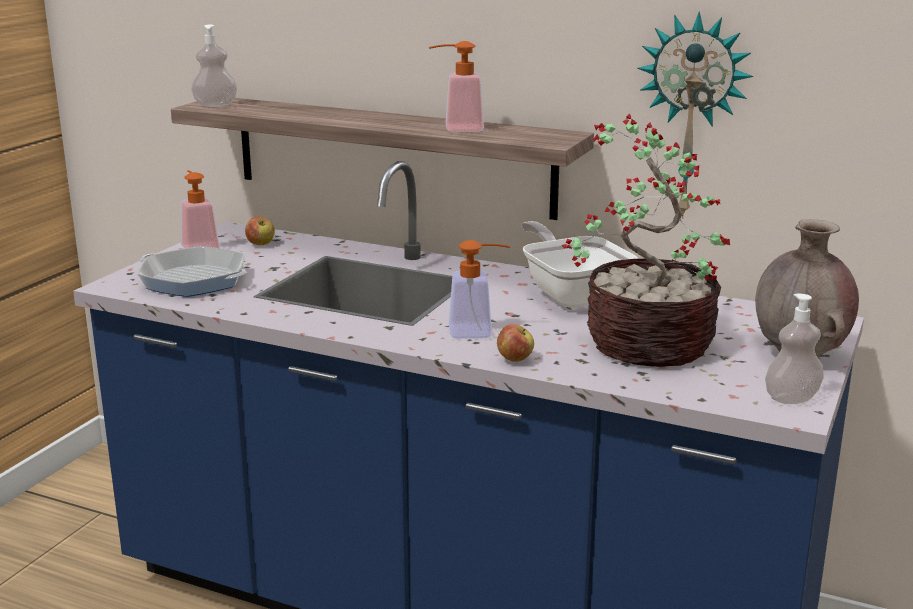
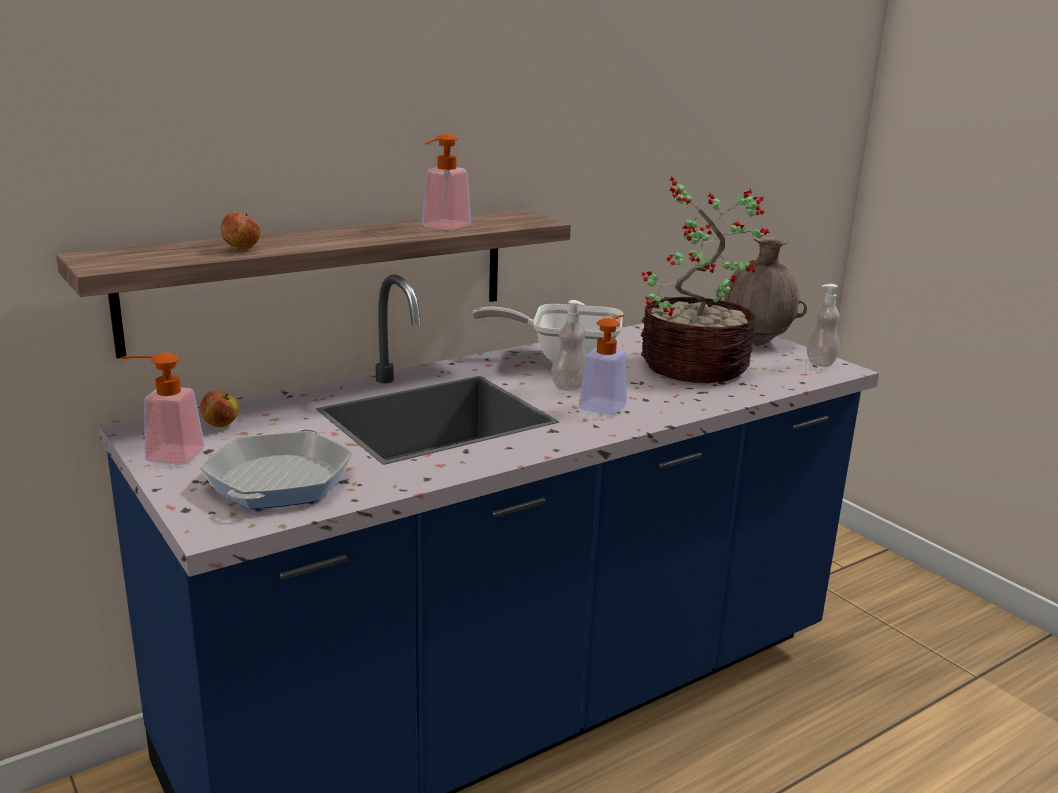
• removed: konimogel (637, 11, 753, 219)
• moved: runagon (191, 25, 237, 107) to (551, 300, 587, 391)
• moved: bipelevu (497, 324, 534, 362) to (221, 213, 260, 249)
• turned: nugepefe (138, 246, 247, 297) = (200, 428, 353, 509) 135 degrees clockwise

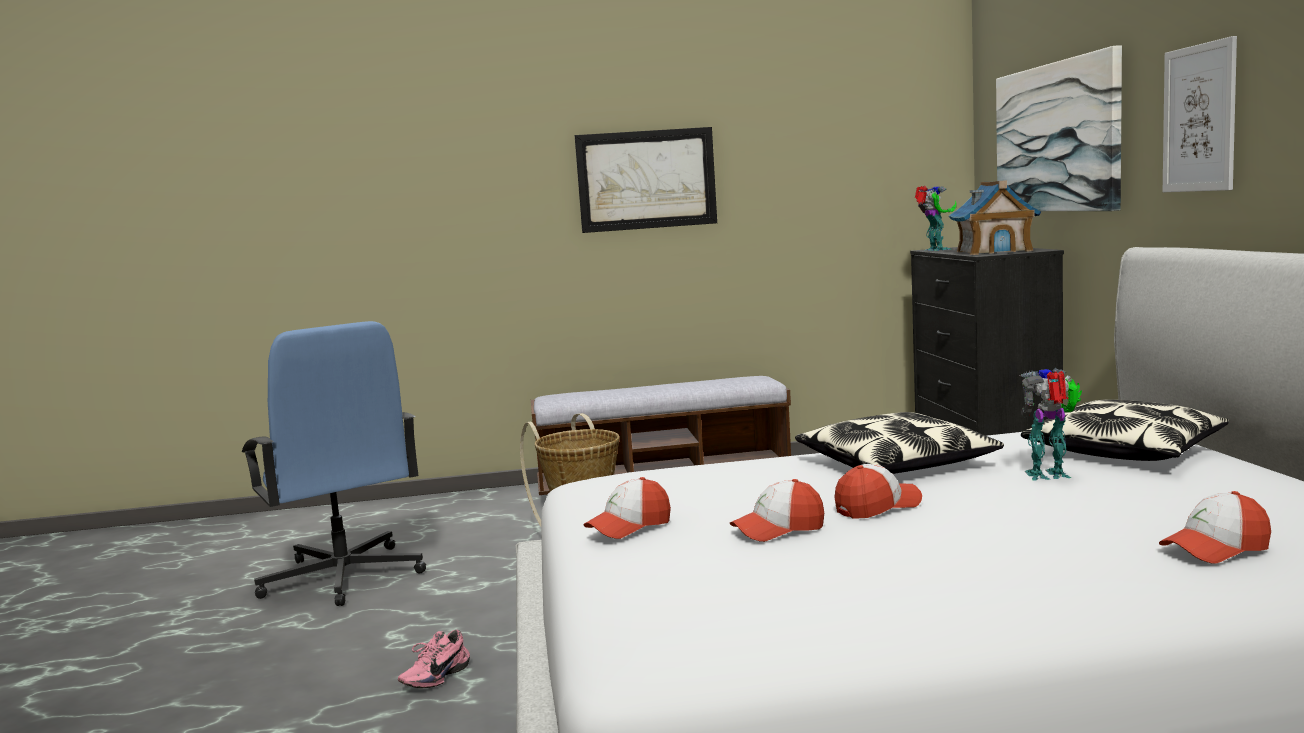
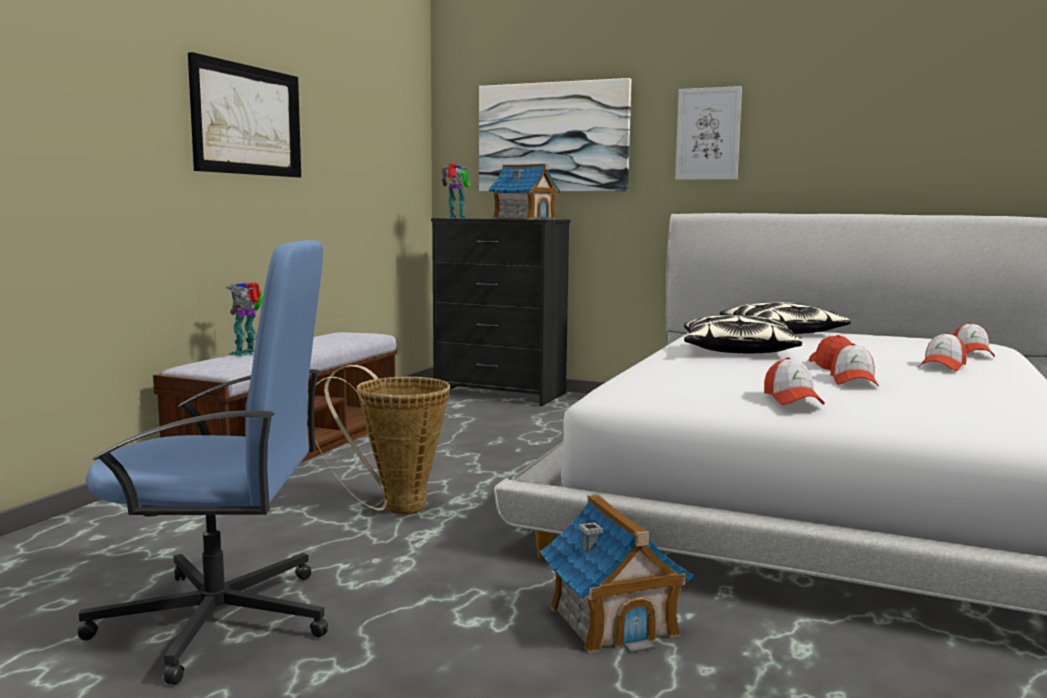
• added: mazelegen (919, 333, 967, 371)
• moved: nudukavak (1020, 368, 1082, 481) to (226, 282, 263, 357)
• replaced: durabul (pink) (398, 630, 470, 688) to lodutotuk (540, 494, 695, 654)

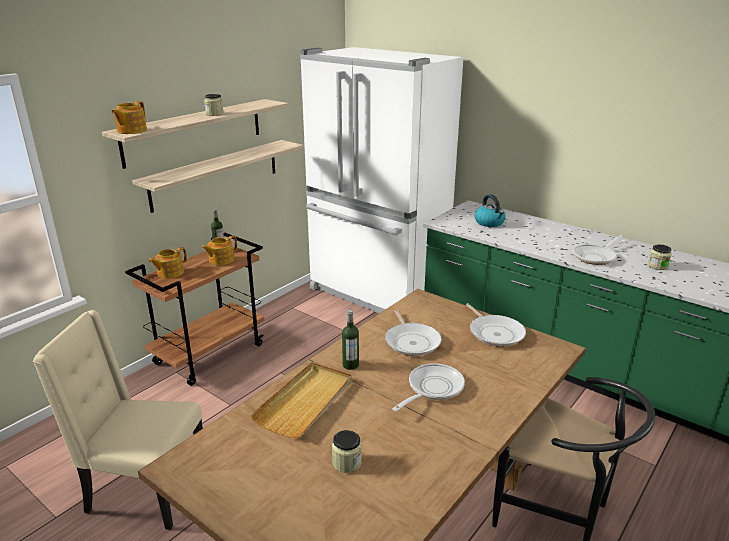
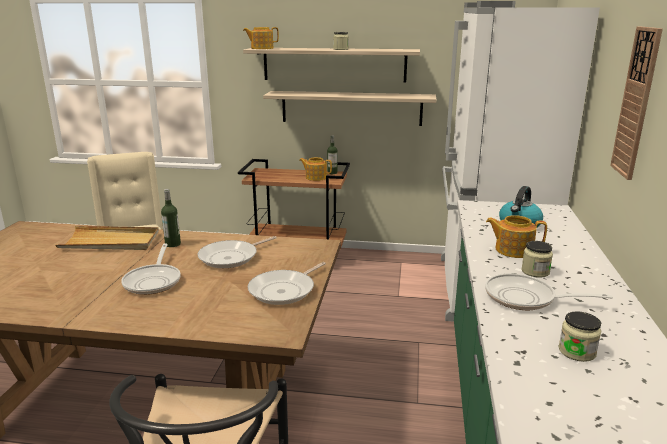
• added: konimogel (610, 27, 663, 180)
• moved: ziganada (148, 247, 187, 279) to (486, 215, 547, 258)
• moved: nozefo (332, 430, 362, 473) to (521, 241, 553, 278)
• turned: nugepefe (392, 363, 465, 411) = (121, 243, 181, 295) 75 degrees clockwise

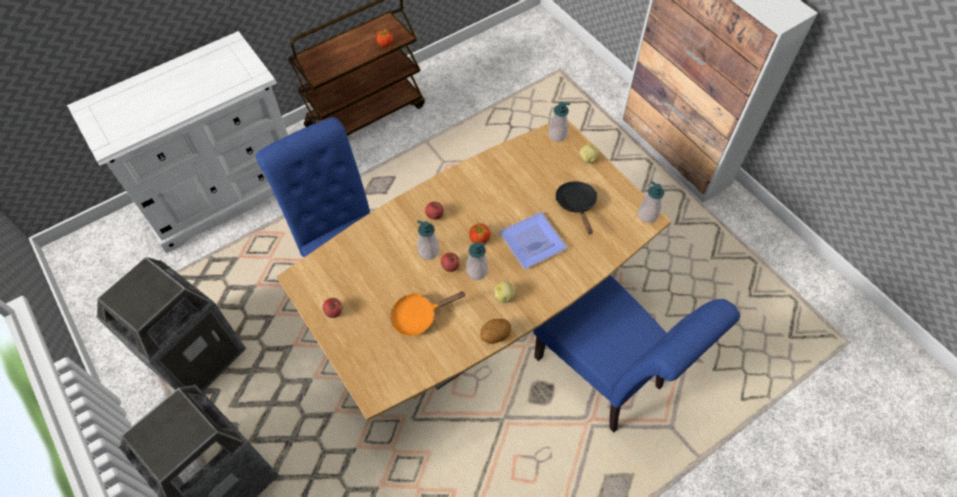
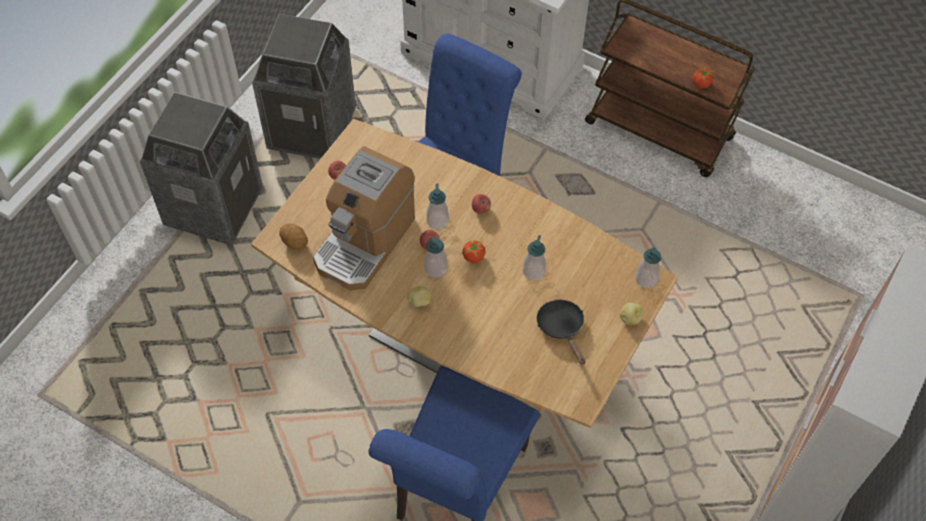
• removed: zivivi (499, 212, 568, 269)
• moved: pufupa (480, 319, 511, 344) to (279, 223, 308, 250)
• moved: runagon (638, 181, 664, 223) to (523, 235, 546, 281)
• replaced: nugepefe (orange) (390, 291, 466, 336) to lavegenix (313, 146, 415, 290)
• turned: nugepefe (black) (556, 181, 597, 234) = (537, 300, 585, 364) 75 degrees counterclockwise

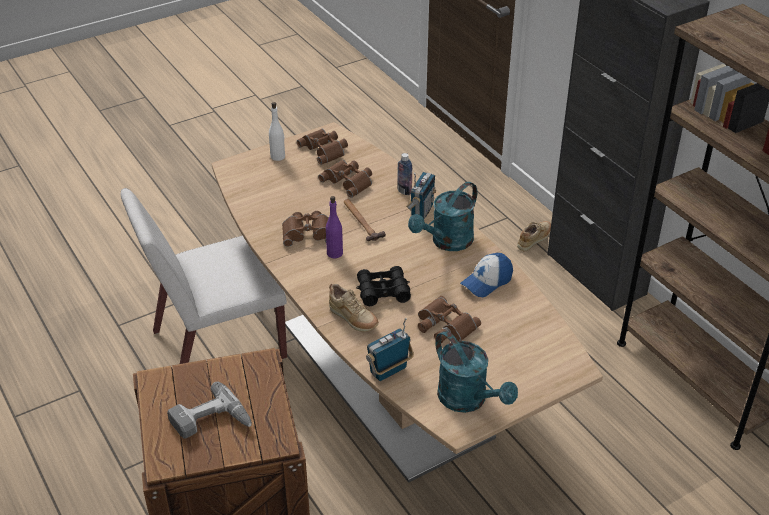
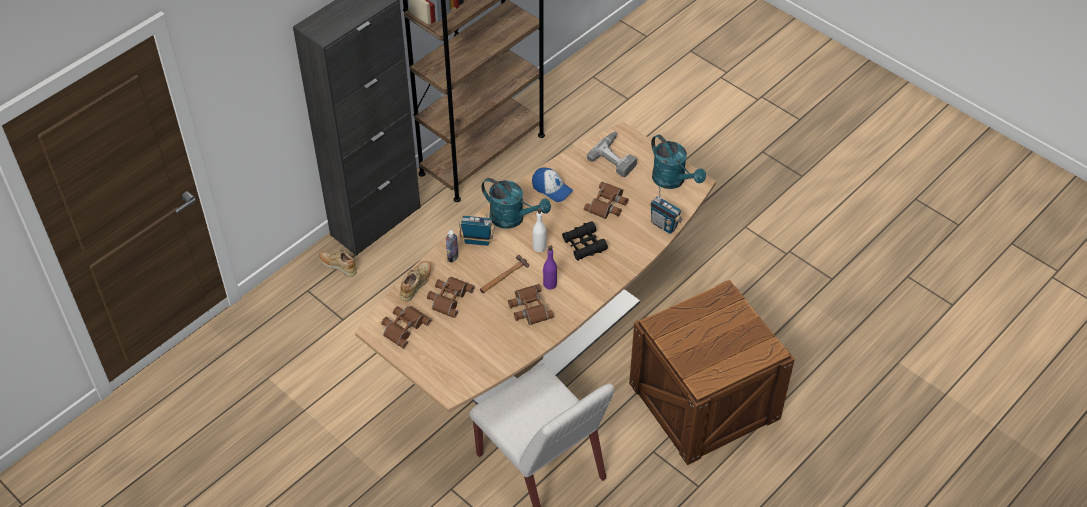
• moved: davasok (167, 381, 252, 439) to (587, 132, 637, 177)
• moved: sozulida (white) (269, 102, 285, 161) to (532, 208, 546, 252)
• moved: durabul (beige) (329, 283, 379, 332) to (400, 261, 431, 302)
• turned: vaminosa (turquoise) (435, 331, 518, 413) = (651, 135, 706, 189) 105 degrees clockwise

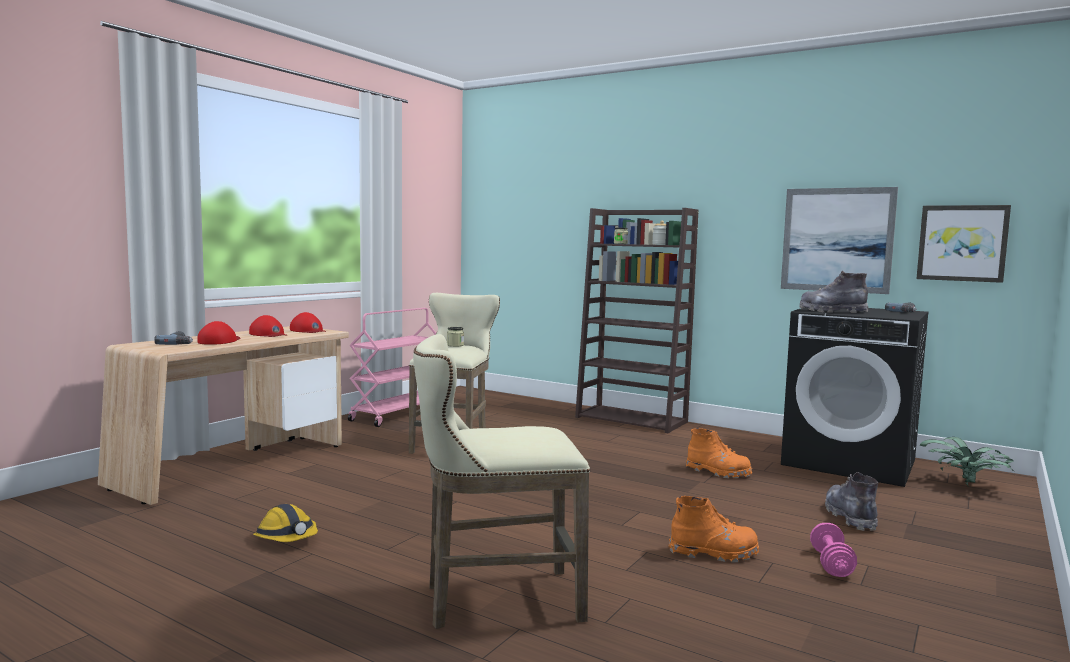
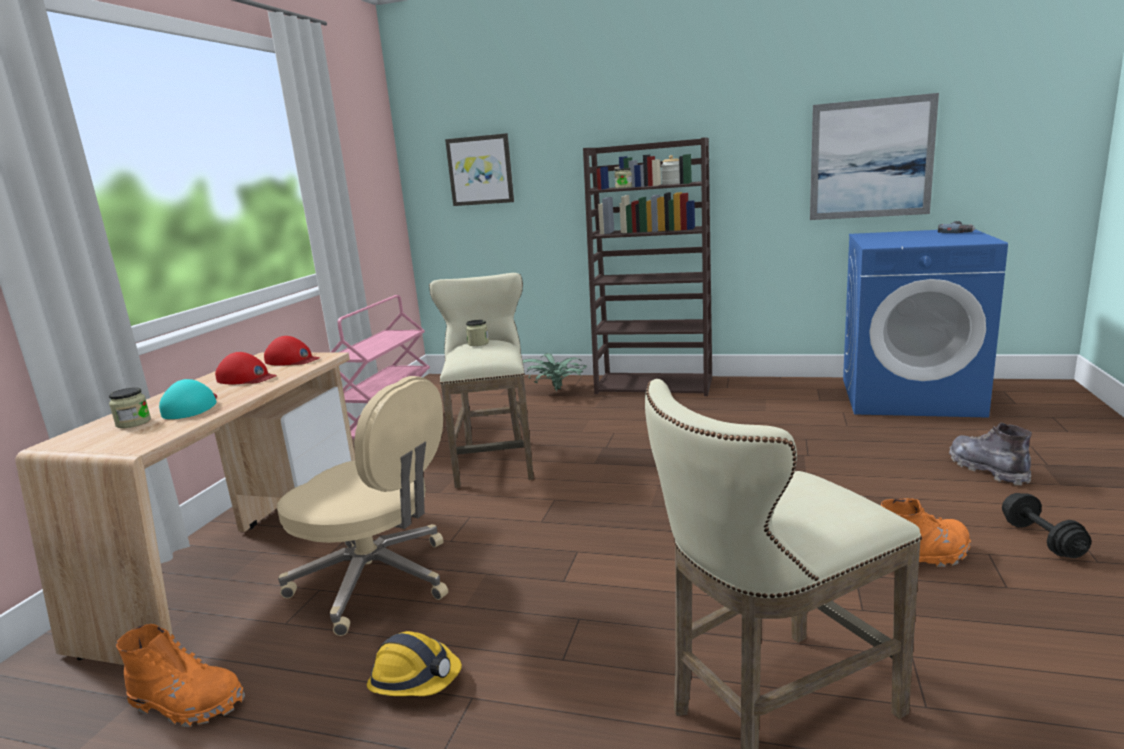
• removed: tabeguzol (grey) (799, 271, 869, 313)
• added: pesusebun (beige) (277, 376, 448, 636)
• moved: tabeguzol (orange) (686, 428, 752, 478) to (116, 624, 245, 727)
• moved: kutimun (916, 205, 1011, 283) to (445, 133, 514, 206)
• moved: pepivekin (919, 437, 1014, 487) to (523, 353, 587, 391)
• replaced: davasok (154, 331, 193, 345) to nozefo (109, 387, 151, 428)
• recoloured: mazelegen (red) (198, 321, 240, 345) to mazelegen (turquoise) (159, 379, 217, 419)
• recoloured: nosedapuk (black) (781, 308, 929, 487) to nosedapuk (blue) (843, 229, 1008, 418)
• recoloured: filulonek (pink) (810, 523, 857, 577) to filulonek (black) (1002, 493, 1091, 558)

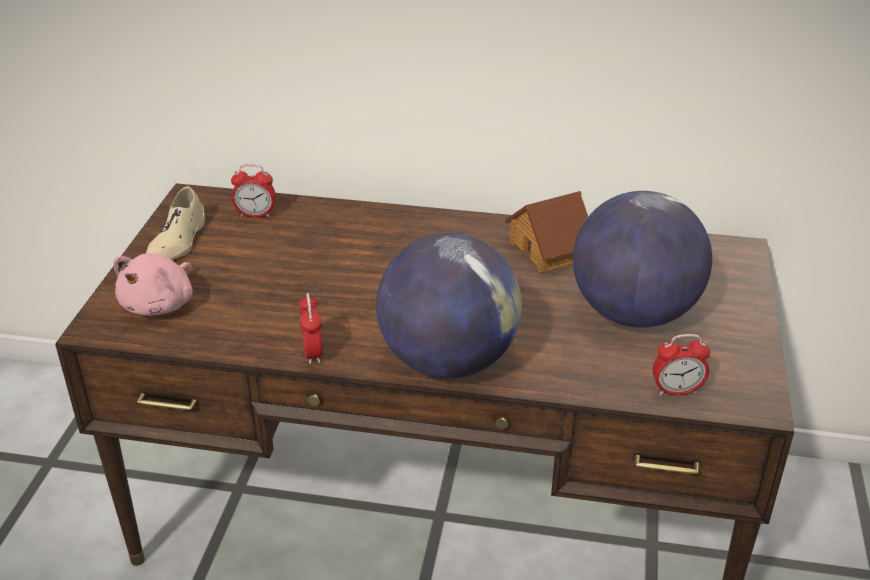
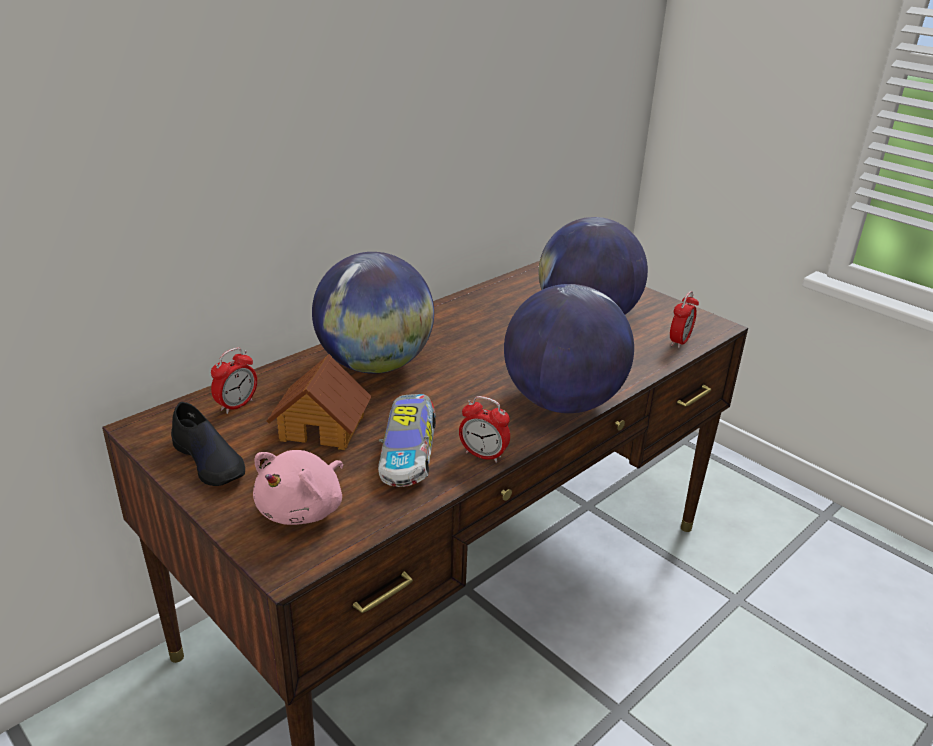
• added: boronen (312, 252, 434, 374)
• added: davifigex (378, 394, 436, 487)
• moved: lodutotuk (505, 191, 588, 273) to (267, 354, 372, 450)
• recoloured: durabul (beige) (146, 186, 205, 259) to durabul (black) (171, 402, 245, 486)
• turned: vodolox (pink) (113, 253, 192, 316) = (253, 450, 343, 525) 60 degrees clockwise

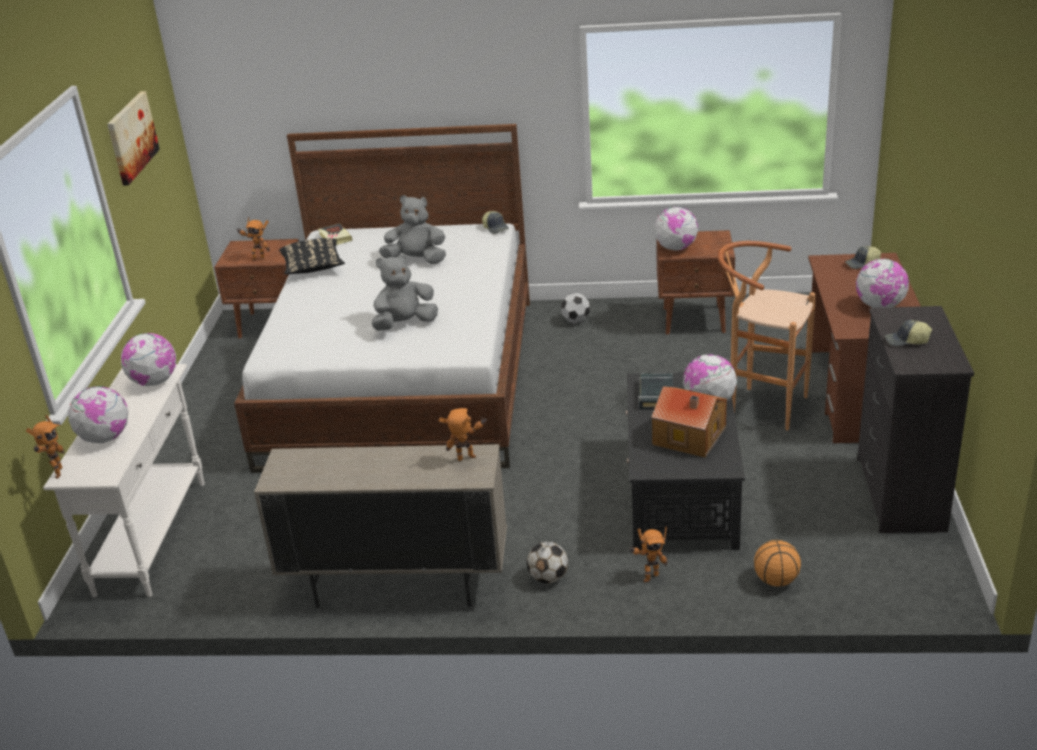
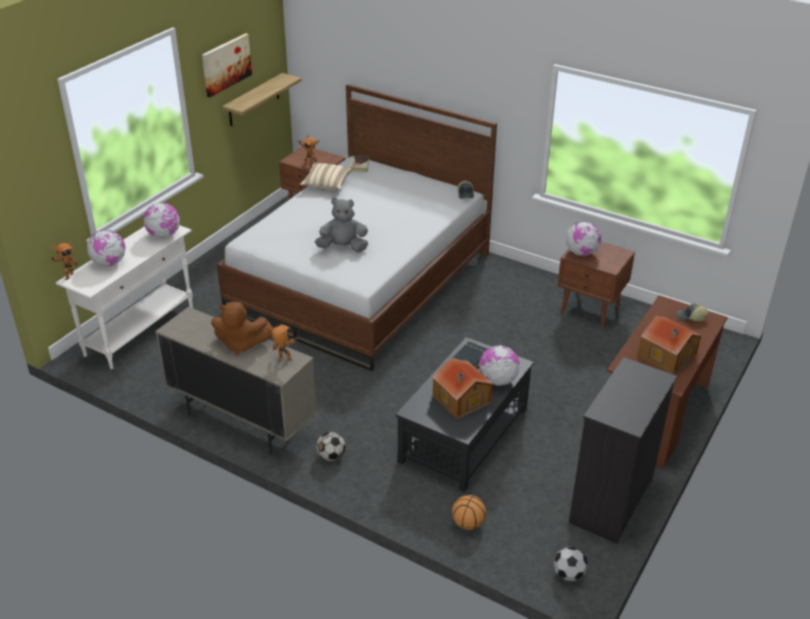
• removed: vodolox (grey) (379, 195, 446, 264)
• removed: nudukavak (629, 527, 668, 583)
• removed: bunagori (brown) (718, 241, 816, 431)
• removed: mazelegen (885, 320, 932, 346)
• added: vodolox (brown) (211, 302, 273, 355)
• added: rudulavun (222, 73, 302, 126)
• moved: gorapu (561, 293, 590, 323) to (554, 546, 588, 581)
• replaced: boronen (856, 259, 909, 308) to lodutotuk (638, 316, 701, 375)
• recoloured: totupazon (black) (279, 238, 345, 275) to totupazon (beige) (300, 163, 352, 190)

